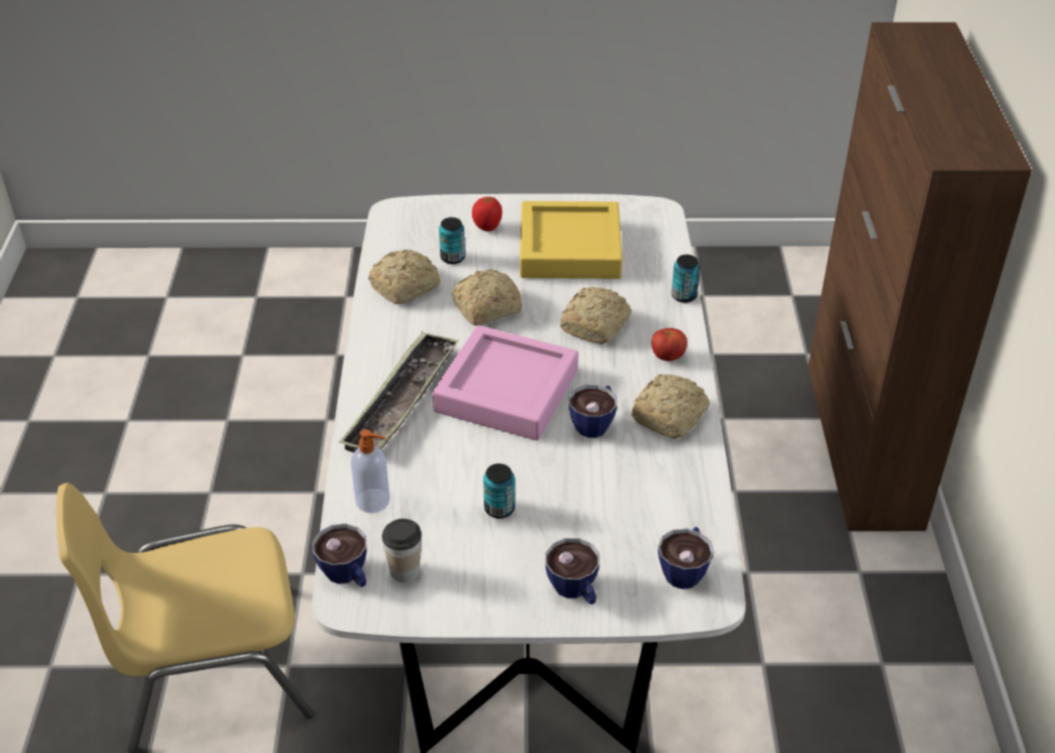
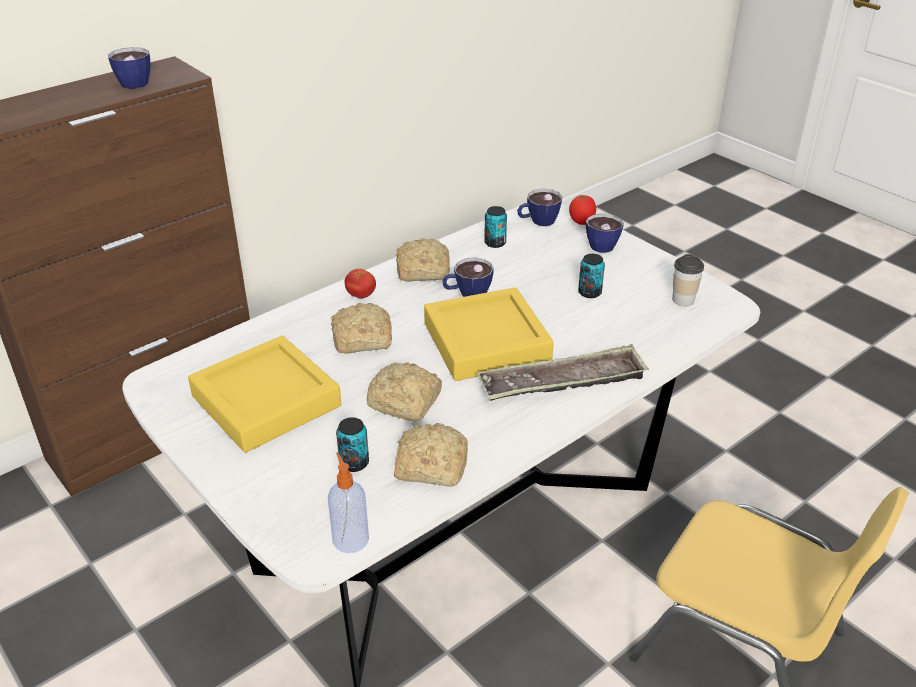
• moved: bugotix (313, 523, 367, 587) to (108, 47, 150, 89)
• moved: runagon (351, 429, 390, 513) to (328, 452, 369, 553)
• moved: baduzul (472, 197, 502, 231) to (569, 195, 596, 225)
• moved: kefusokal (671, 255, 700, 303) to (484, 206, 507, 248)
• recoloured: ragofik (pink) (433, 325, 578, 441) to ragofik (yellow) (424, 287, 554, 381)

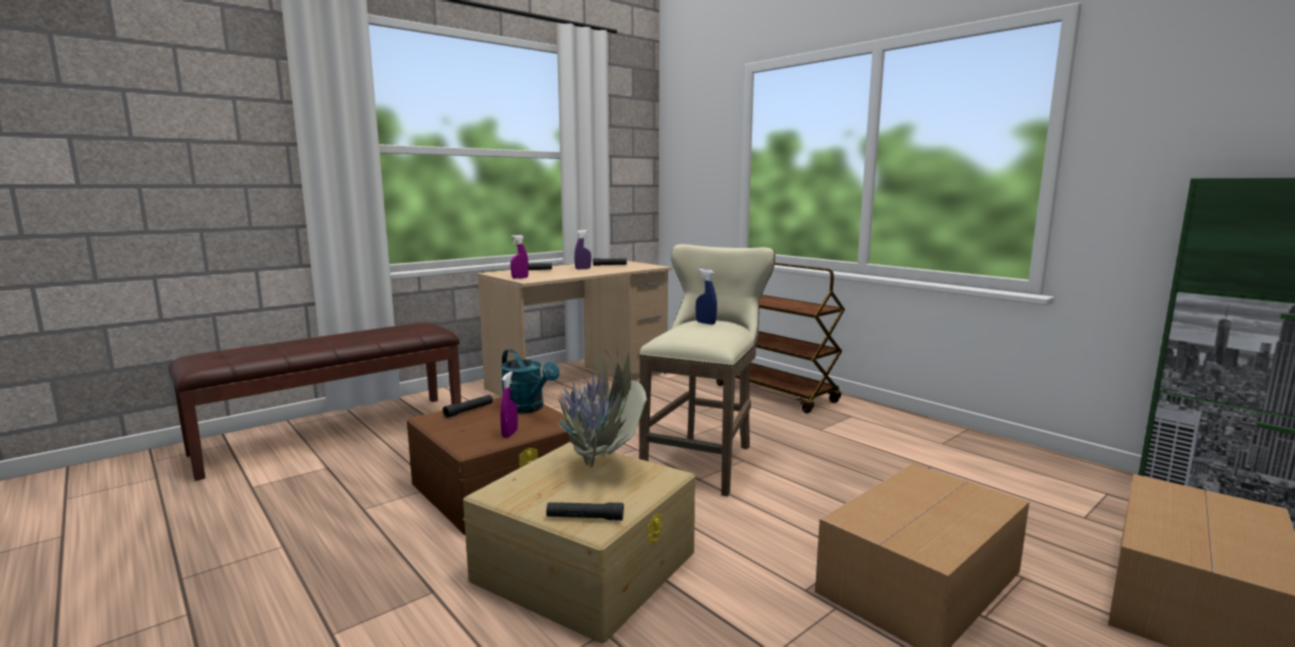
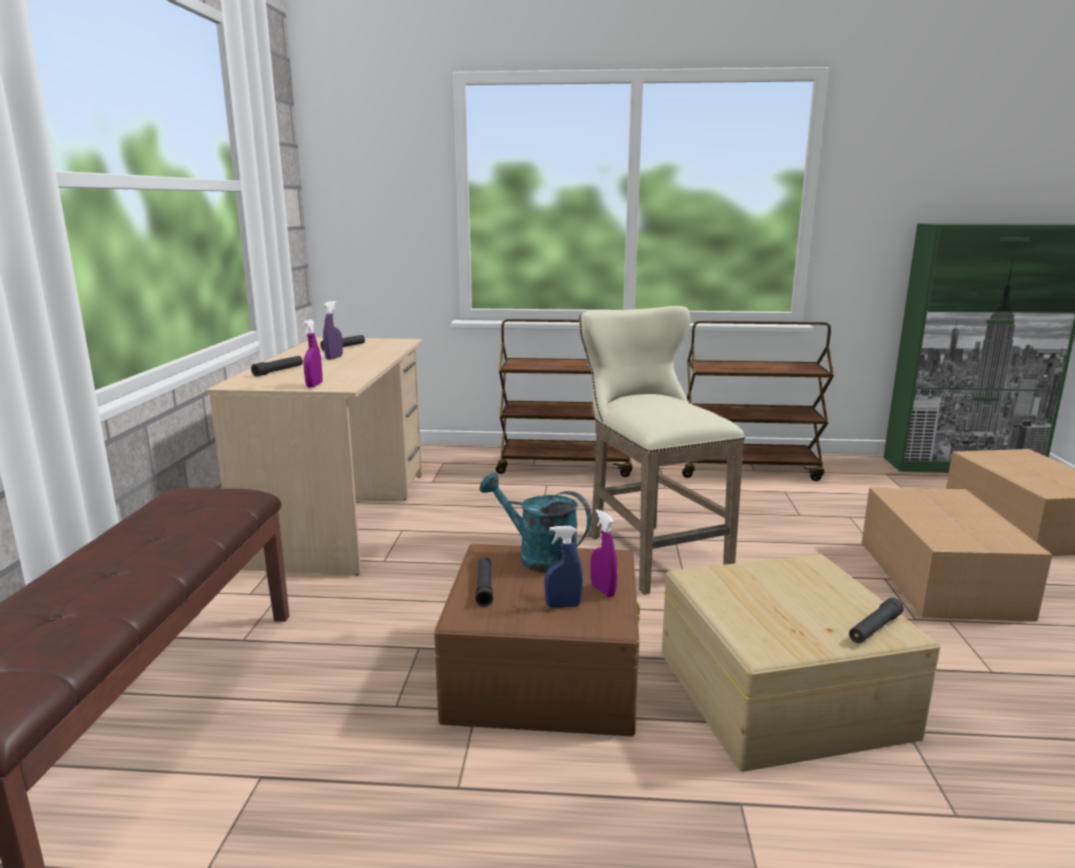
• removed: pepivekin (512, 336, 647, 481)
• added: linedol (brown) (682, 321, 834, 481)
• moved: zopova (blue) (696, 269, 717, 325) to (544, 526, 583, 608)
• turned: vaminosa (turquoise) (501, 349, 560, 414) = (479, 473, 591, 573) 150 degrees counterclockwise

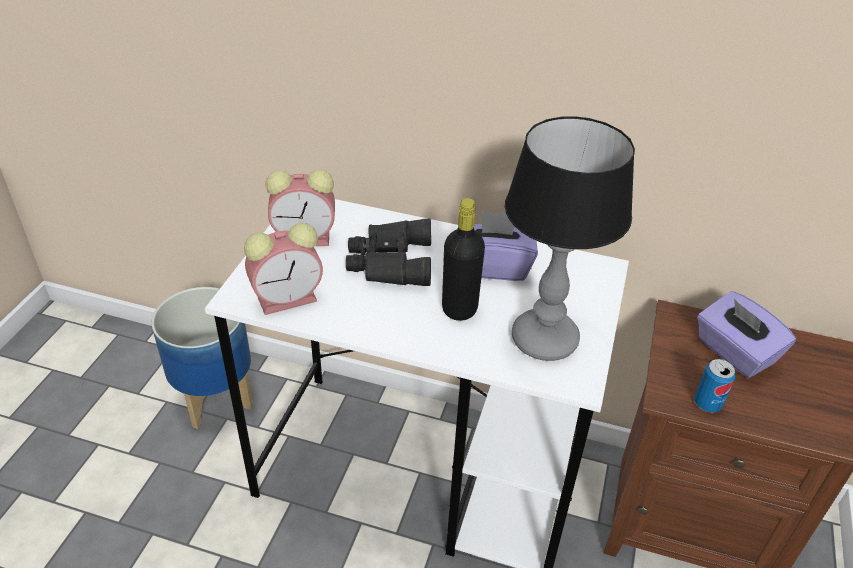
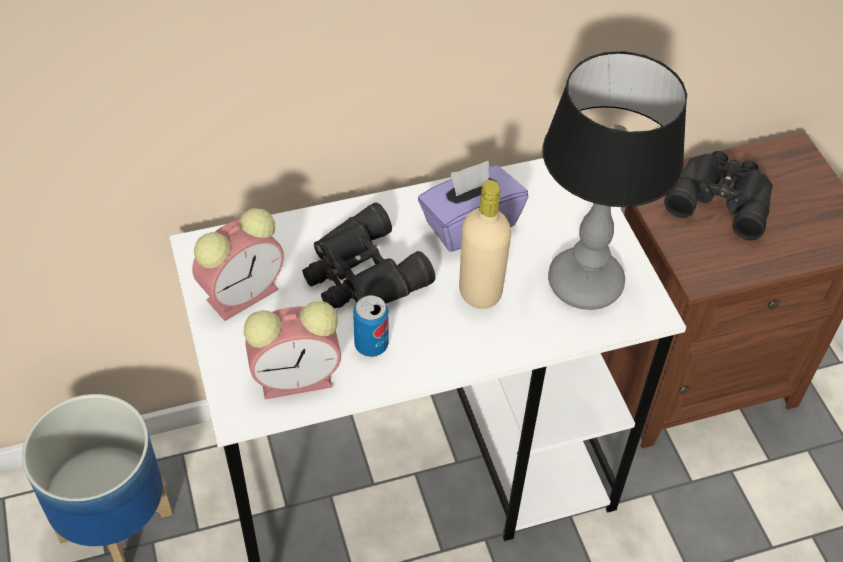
• moved: kefusokal (694, 359, 736, 412) to (353, 295, 389, 357)
• replaced: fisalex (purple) (697, 291, 796, 378) to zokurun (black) (664, 151, 773, 241)
• recoloured: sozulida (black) (442, 198, 485, 321) to sozulida (beige) (459, 180, 511, 309)
• turned: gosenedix (244, 223, 323, 315) = (244, 301, 341, 399) 45 degrees clockwise

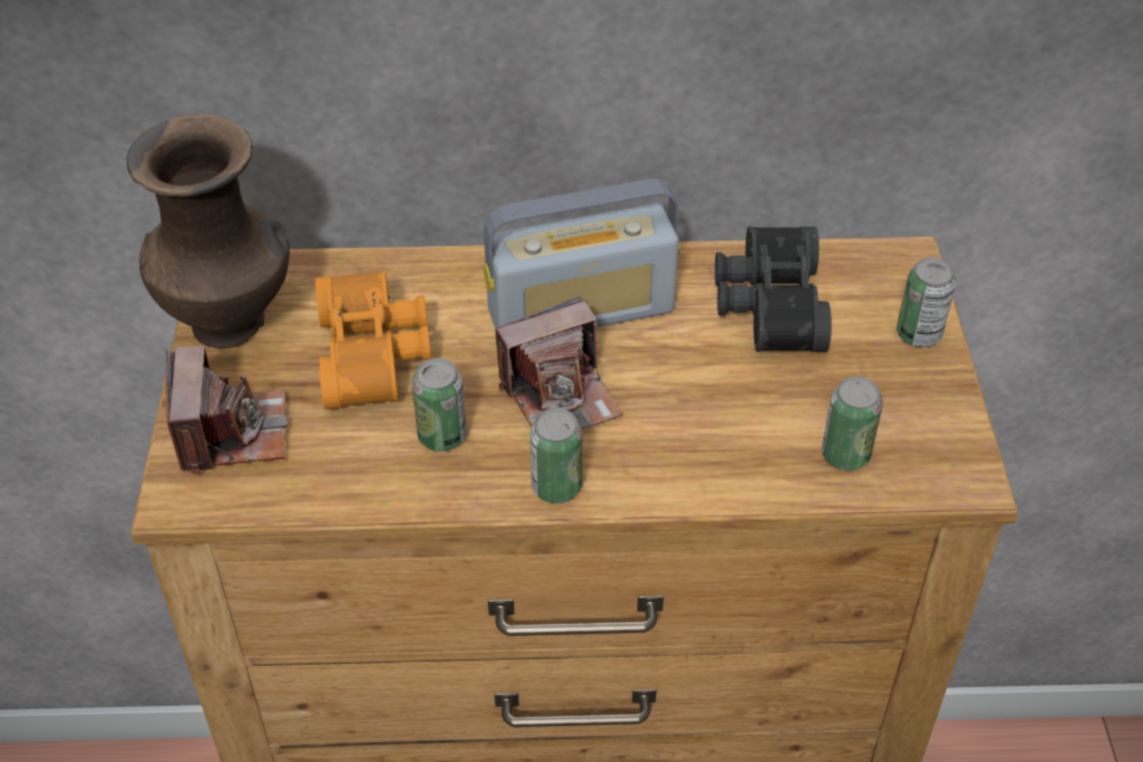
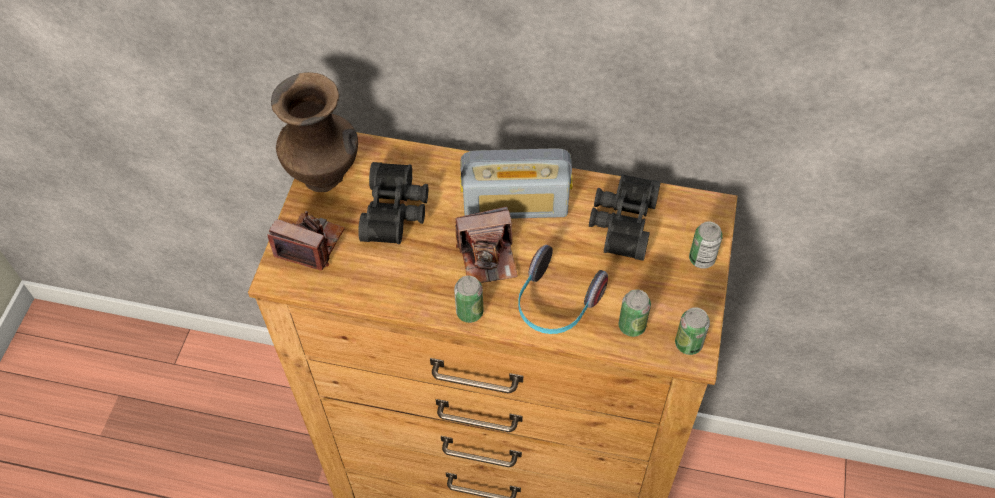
• added: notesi (518, 245, 608, 334)
• moved: kefusokal (412, 358, 467, 451) to (675, 307, 710, 355)
• recoloured: zokurun (orange) (315, 271, 431, 409) to zokurun (black) (358, 162, 428, 244)
• turned: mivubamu (166, 346, 288, 475) = (267, 211, 345, 271) 75 degrees counterclockwise

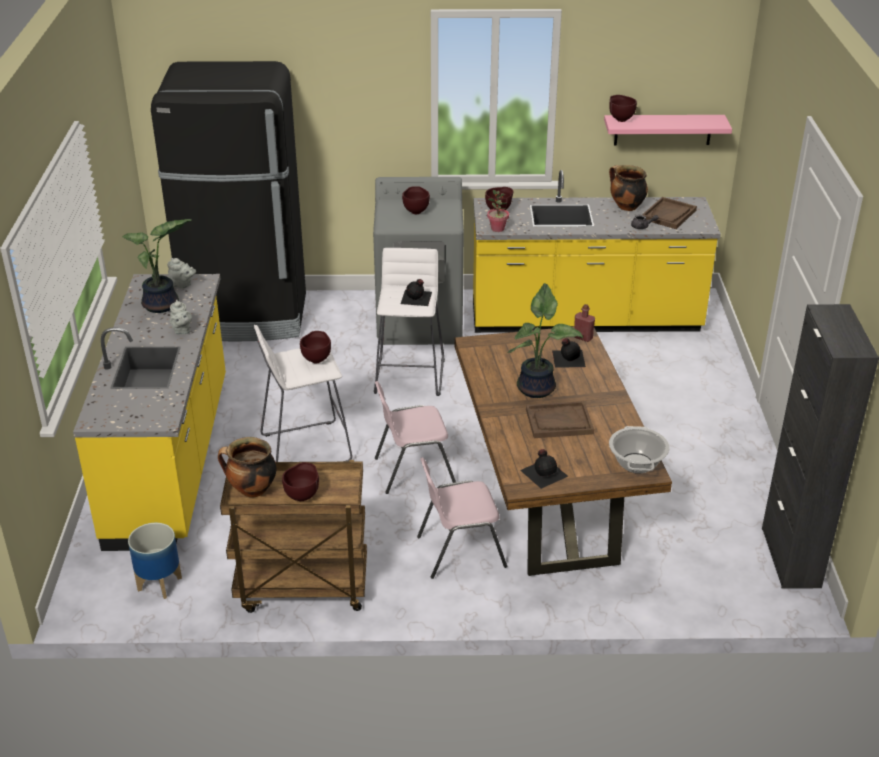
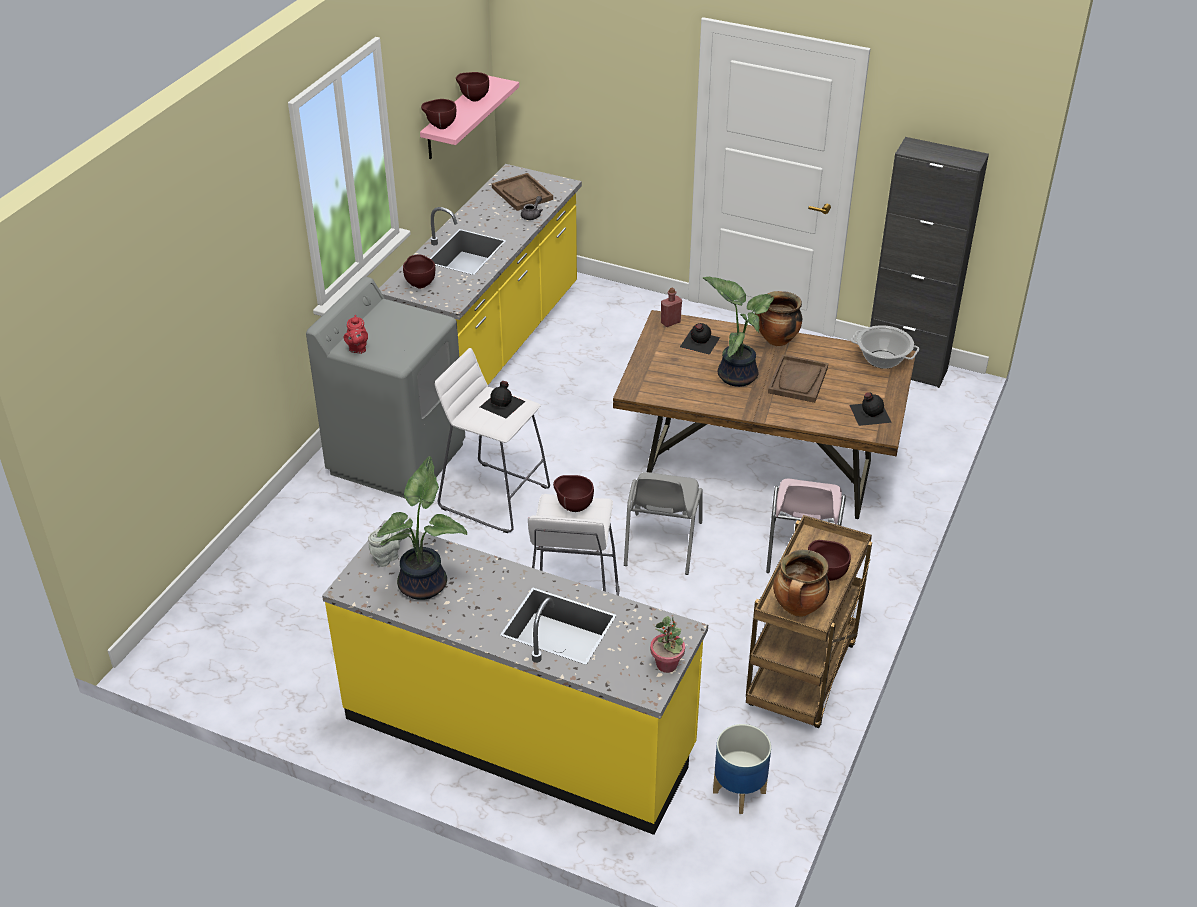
• removed: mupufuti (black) (151, 61, 306, 341)
• removed: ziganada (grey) (170, 300, 192, 334)
• added: ziganada (red) (344, 315, 368, 354)
• moved: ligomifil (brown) (402, 186, 430, 214) to (456, 72, 489, 102)
• moved: pepivekin (487, 190, 509, 232) to (650, 616, 685, 673)
• moved: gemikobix (609, 165, 648, 211) to (755, 291, 802, 346)
• recoloured: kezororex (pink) (375, 381, 456, 494) to kezororex (grey) (624, 472, 703, 575)

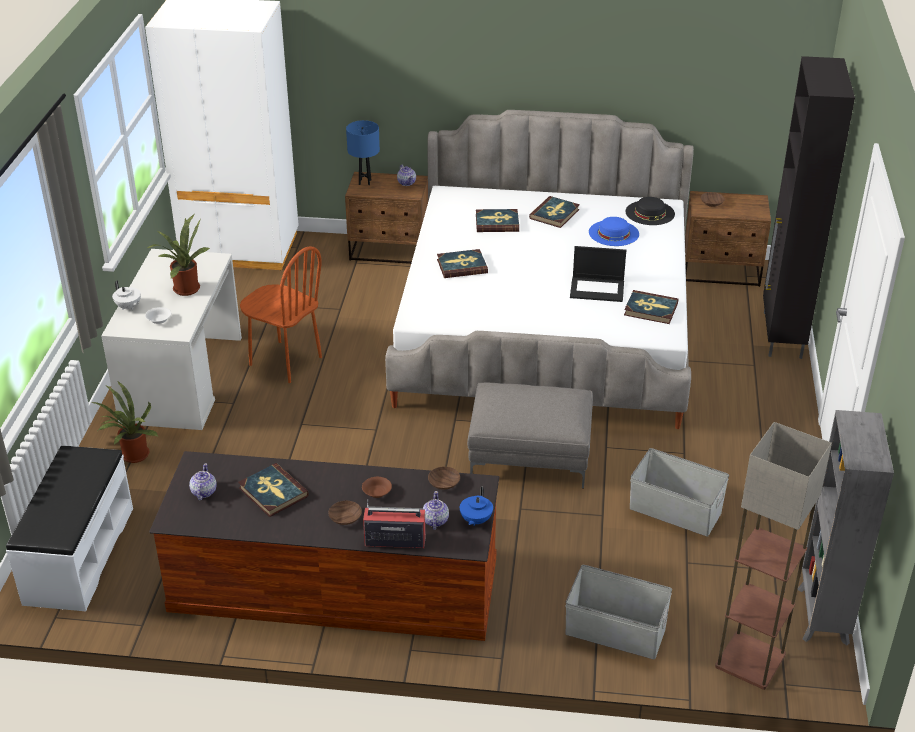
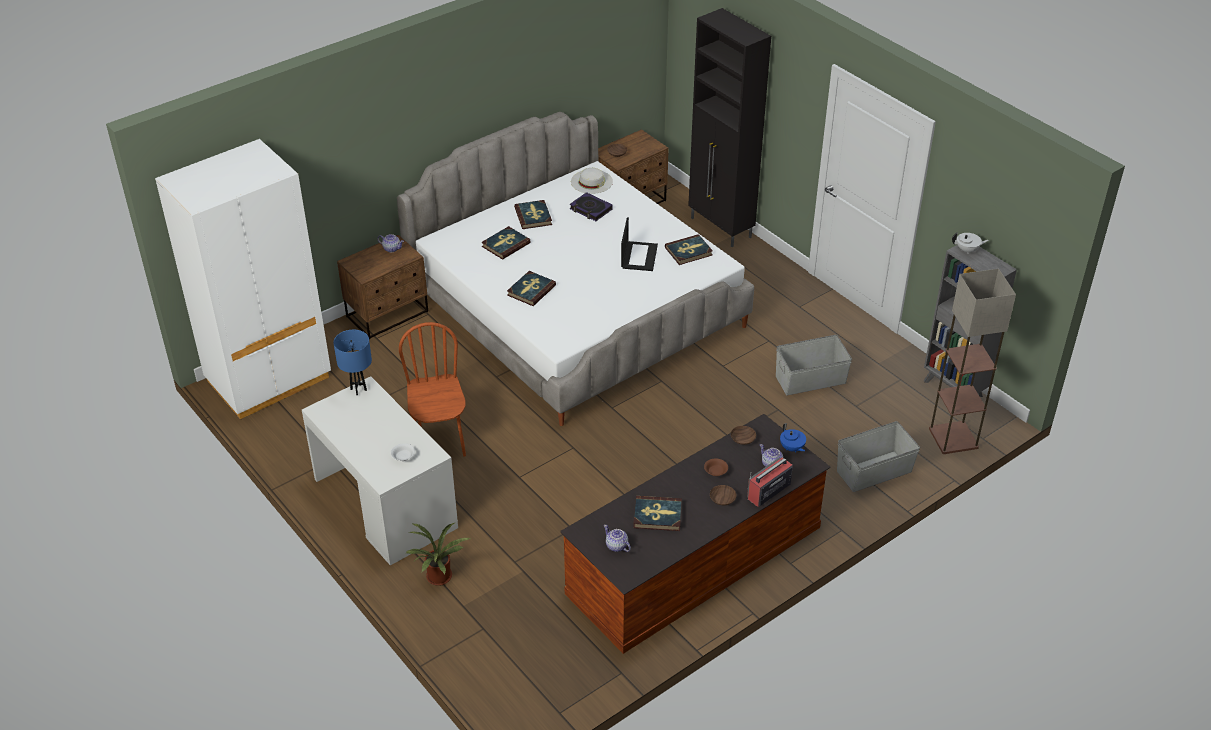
• removed: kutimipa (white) (6, 446, 133, 611)
• removed: pepivekin (148, 214, 211, 296)
• removed: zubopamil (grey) (467, 382, 593, 488)
• moved: ziganada (white) (112, 280, 141, 310) to (952, 232, 989, 253)
• moved: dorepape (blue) (346, 120, 380, 186) to (333, 330, 372, 396)
• replaced: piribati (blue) (589, 217, 639, 246) to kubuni (570, 192, 612, 221)
• recoloured: piribati (black) (626, 197, 675, 225) to piribati (white) (571, 168, 613, 194)
• turned: kezororex (brown) (240, 246, 322, 383) = (399, 322, 466, 457) 90 degrees counterclockwise
• turned: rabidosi (570, 246, 626, 302) = (621, 217, 658, 271) 45 degrees counterclockwise

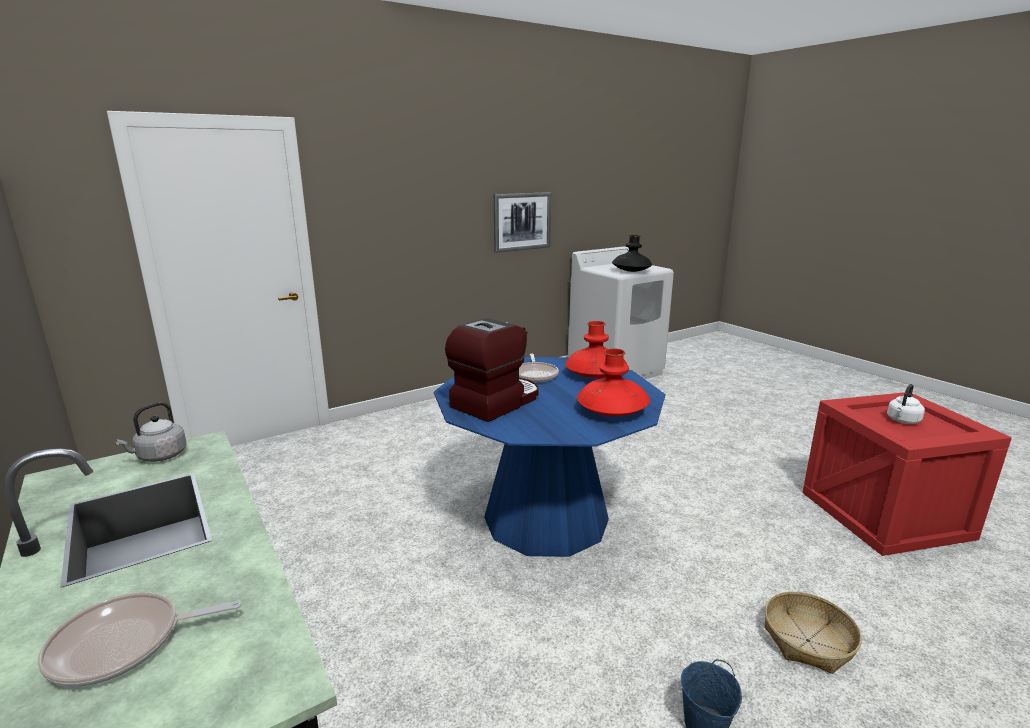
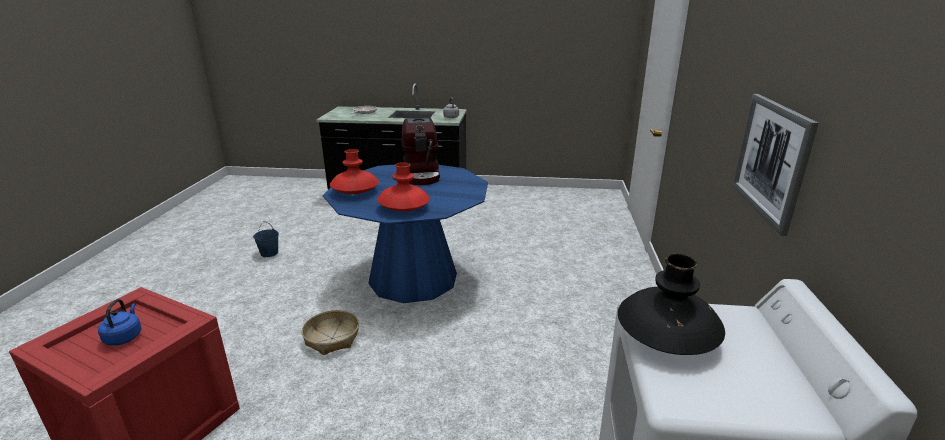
• removed: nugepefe (519, 354, 559, 382)
• moved: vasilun (765, 591, 862, 674) to (302, 310, 359, 355)
• recoloured: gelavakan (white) (887, 384, 925, 424) to gelavakan (blue) (98, 299, 141, 346)

